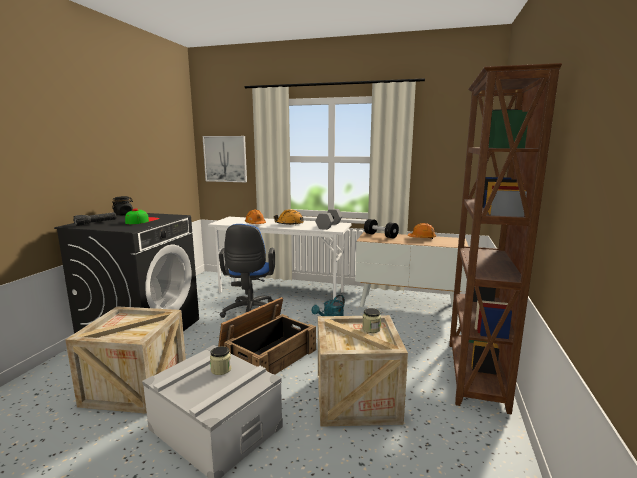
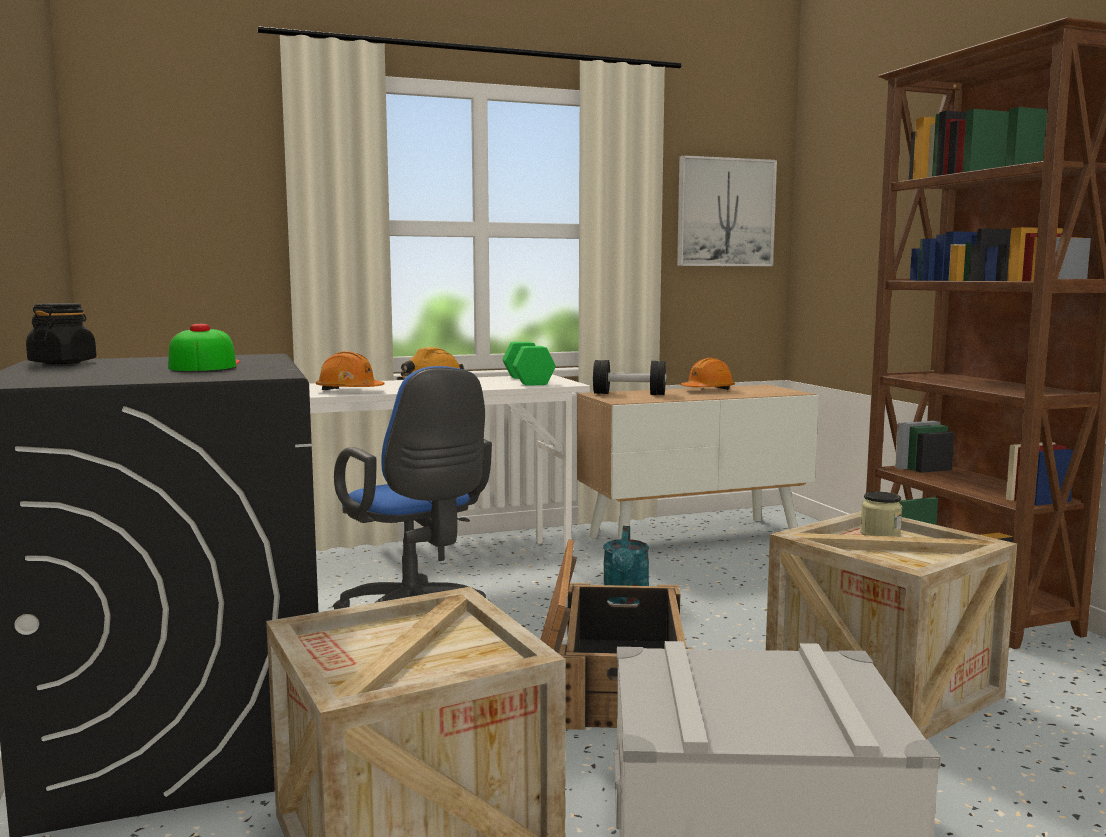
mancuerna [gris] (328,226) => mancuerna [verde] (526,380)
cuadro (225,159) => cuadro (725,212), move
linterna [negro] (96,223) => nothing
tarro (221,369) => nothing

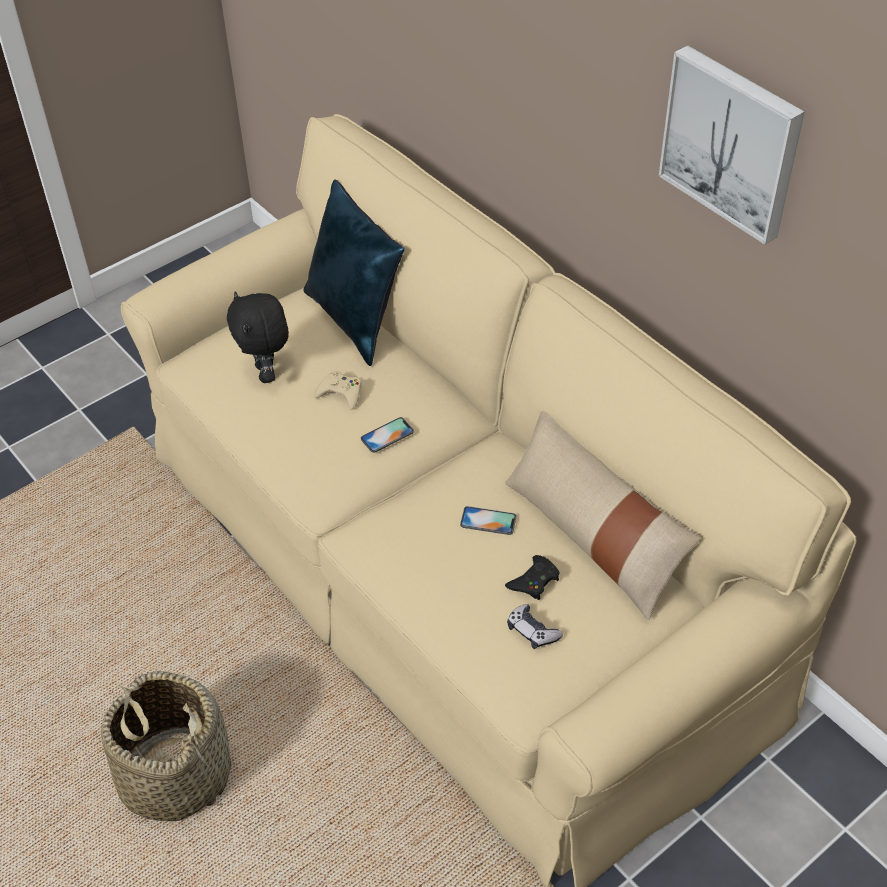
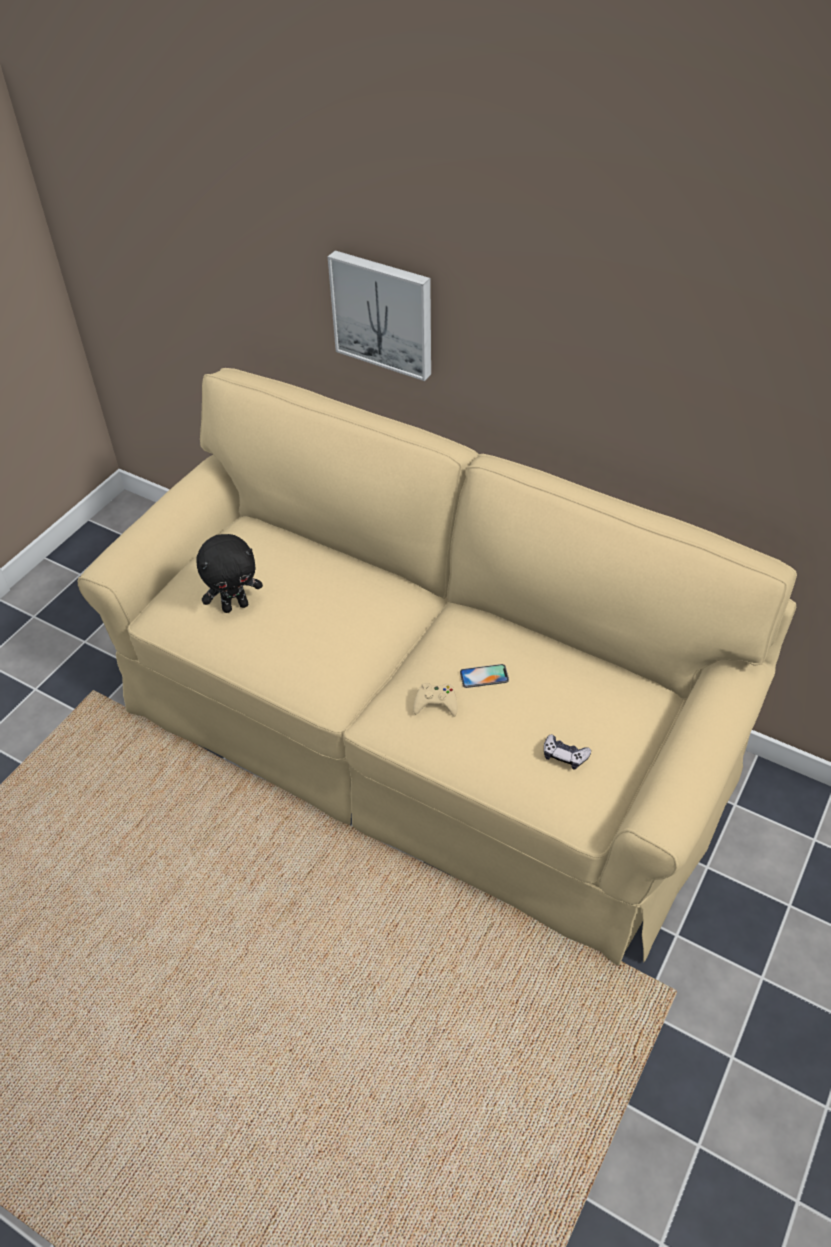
peluche [negro] (266,373) => peluche [negro] (235,606), 75 degrees counterclockwise
cuadro (733,142) => cuadro (384,313), move
mando de consola [beis] (341,393) => mando de consola [beis] (436,703), move
cesta (175,775) => nothing
cojín [azul] (356,319) => nothing
móvil (387,435) => nothing
cojín [beis] (593,537) => nothing
mando de consola [negro] (534,581) => nothing

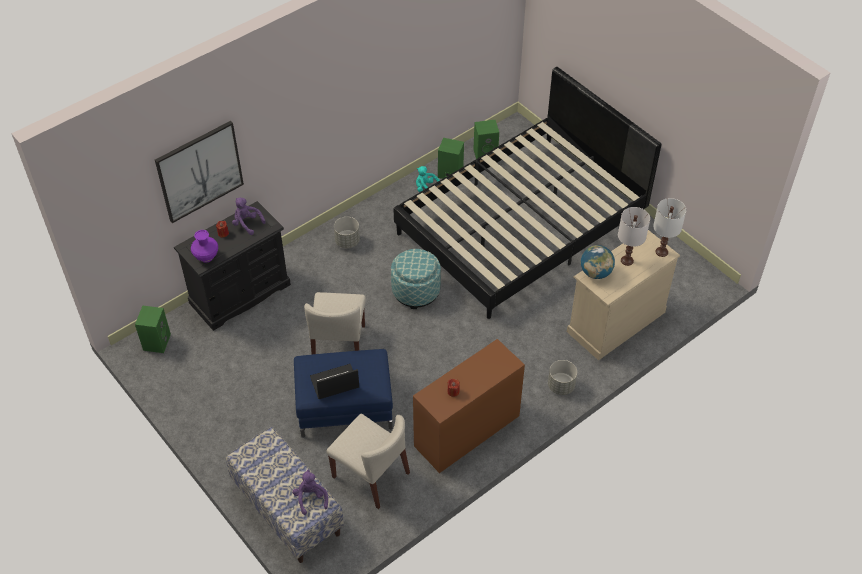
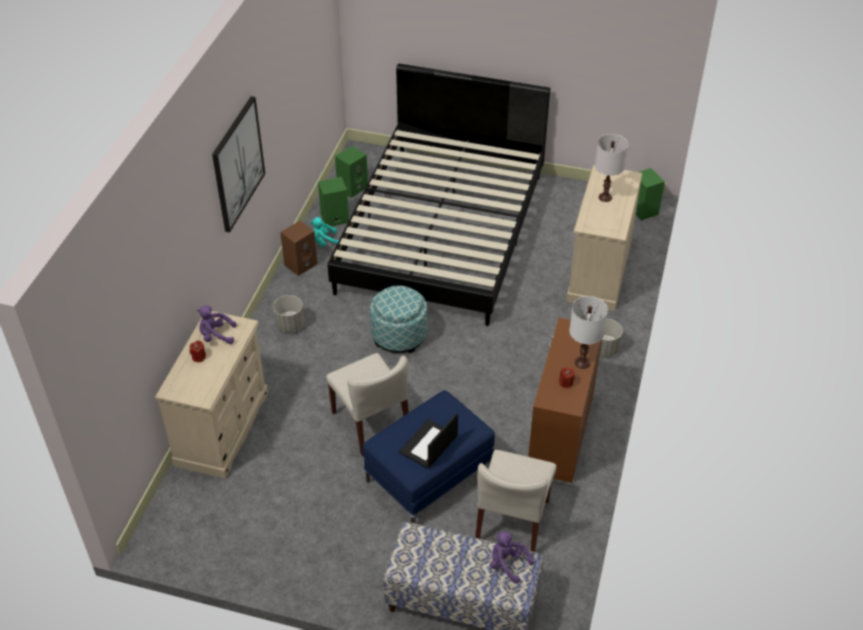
cómoda [negro] (240,294) => cómoda [beis] (222,428)
cuadro (199,171) => cuadro (238,164), move
nothing => altavoz [marrón] (301,264)
silla [beis] (371,475) => silla [beis] (512,522), 105 degrees clockwise
lámpara de mesa [blanco] (661,252) => lámpara de mesa [blanco] (582,363), move
altavoz [verde] (156,341) => altavoz [verde] (642,210), move
florero [morado] (206,257) => nothing
globo terráqueo (595,273) => nothing

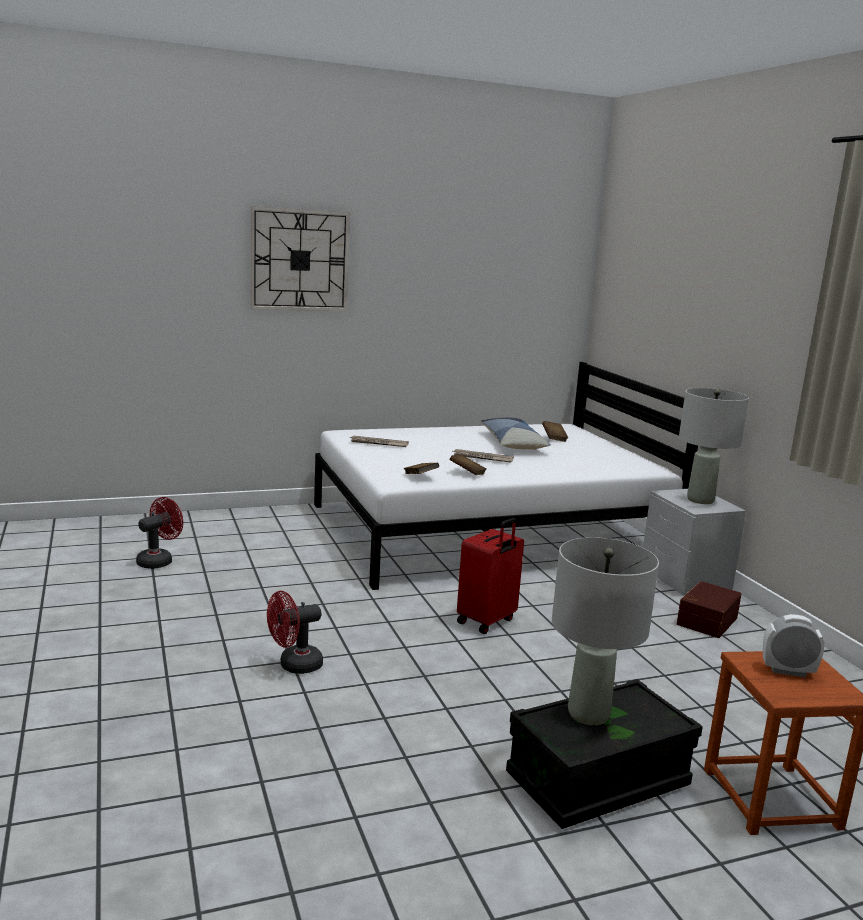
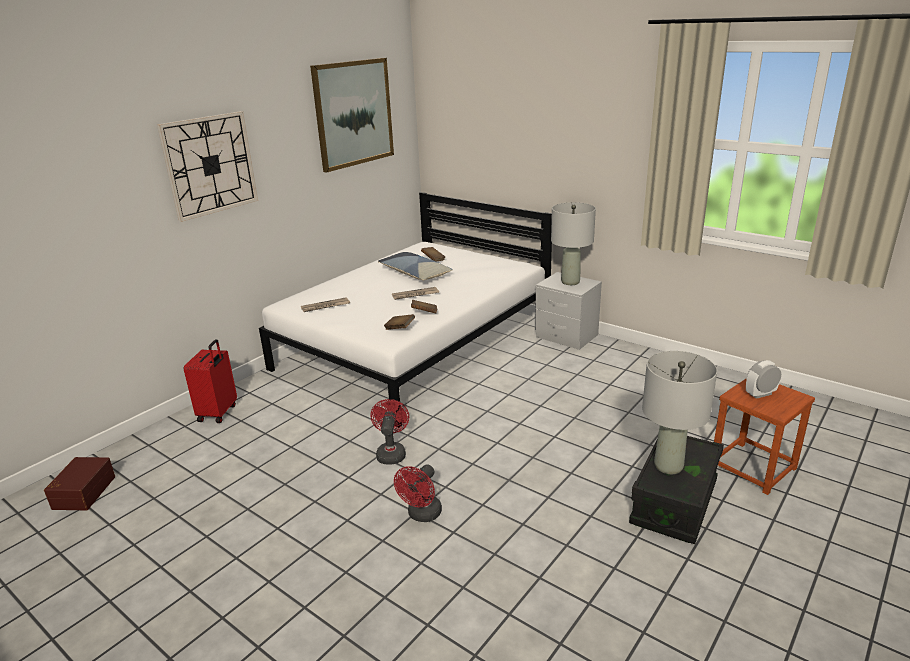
caja de almacenaje [marrón] (705,620) => caja de almacenaje [marrón] (82,492), move
maleta [rojo] (487,621) => maleta [rojo] (219,413), move
nothing => cuadro (353,113)
ventilador [rojo] (159,560) => ventilador [rojo] (391,453), move

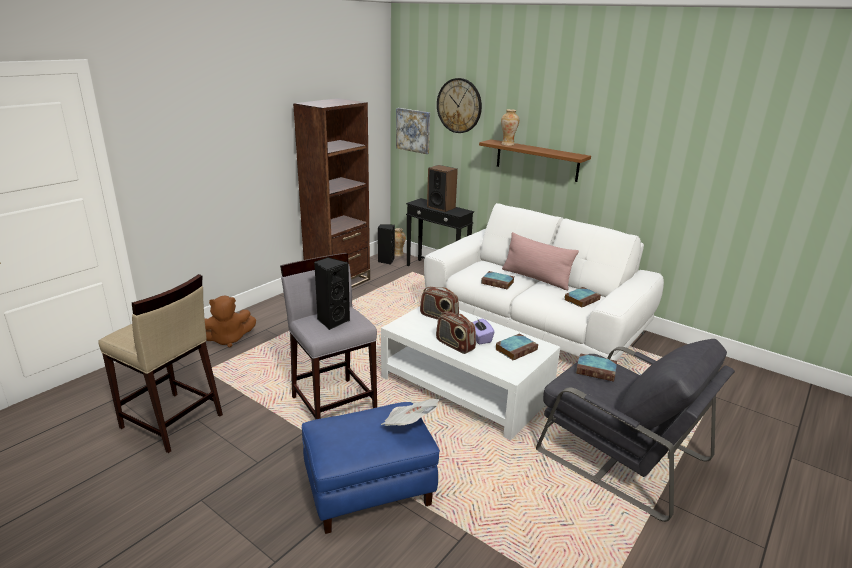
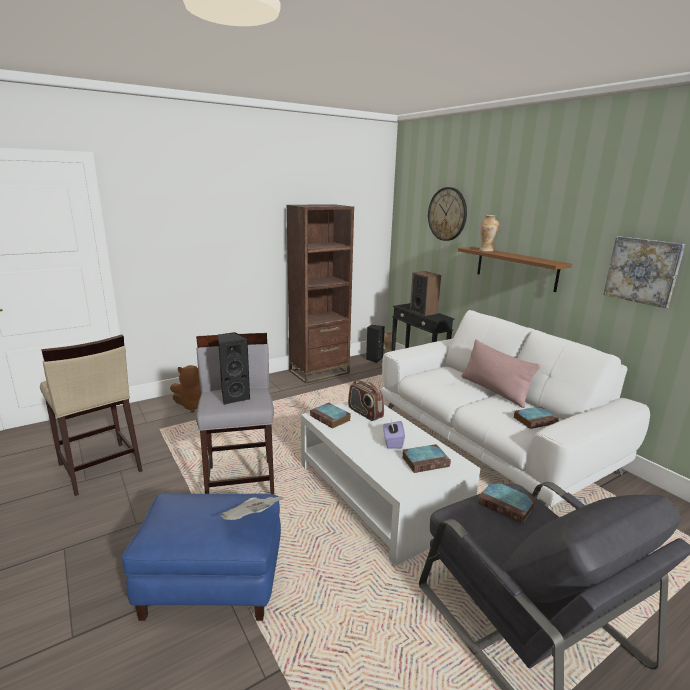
libro (498,282) => libro (331,418), move
cuadro (413,130) => cuadro (642,271), move
radio (455,345) => nothing

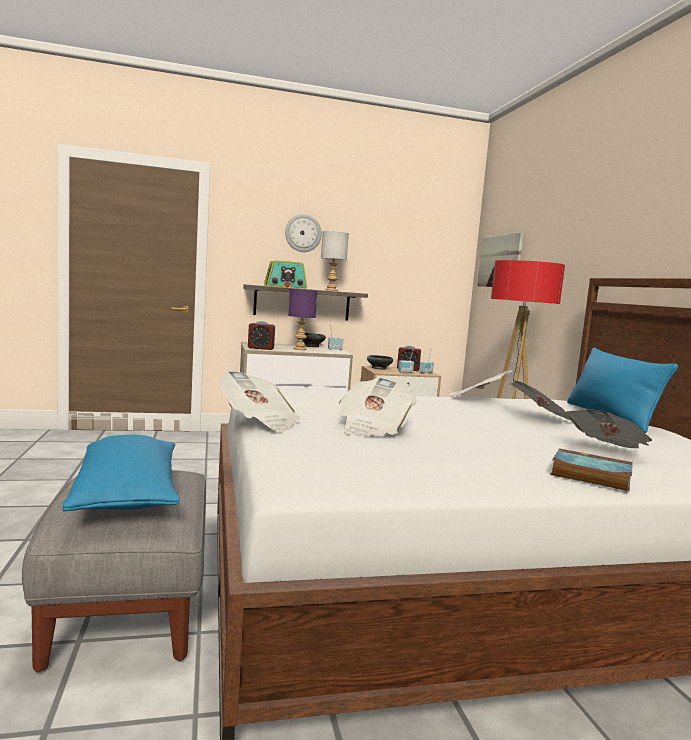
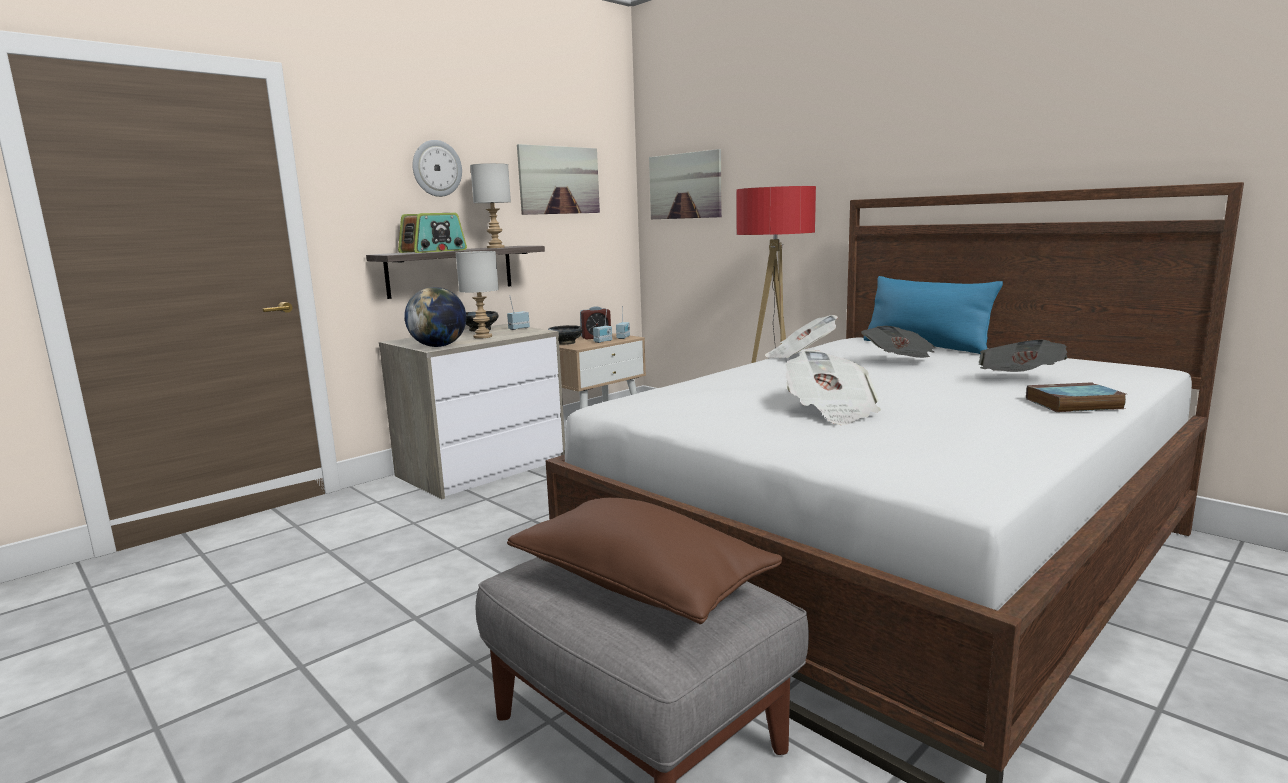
despertador (261,348) => globo terráqueo (438,346)
lámpara de mesa [morado] (299,349) => lámpara de mesa [gris] (482,336)
cojín [azul] (127,496) => cojín [marrón] (640,585)
nothing => cuadro (559,180)
periódico (259,422) => nothing

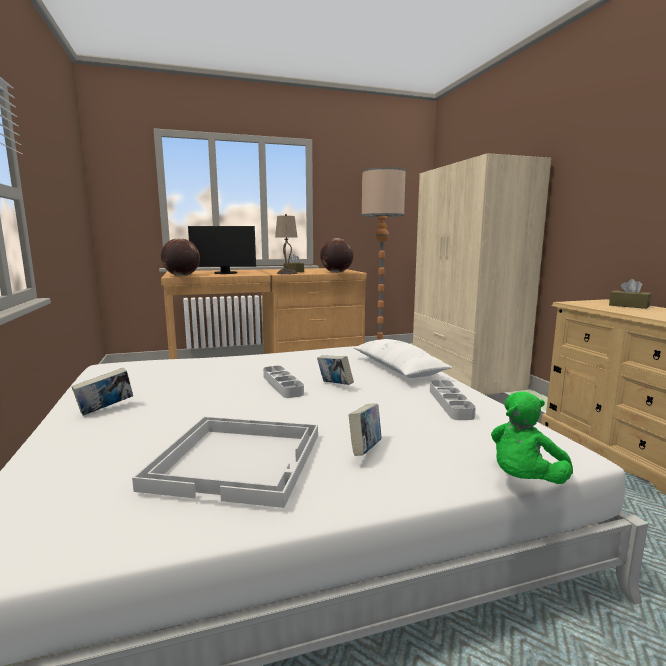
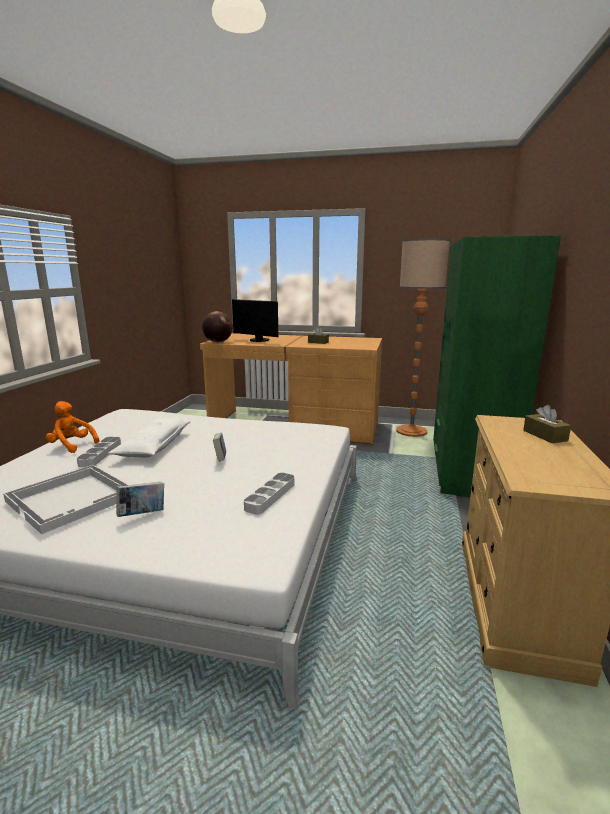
libro (105,410) => peluche [naranja] (72,446)
bandeja [gris] (282,385) => bandeja [gris] (100,454), move
cojín [blanco] (397,369) => cojín [blanco] (154,446), move
armario ropero [beis] (464,375) => armario ropero [verde] (469,470)
lámpara de mesa [beis] (286,273) => nothing
globo terráqueo (336,272) => nothing
peluche [verde] (524,480) => nothing

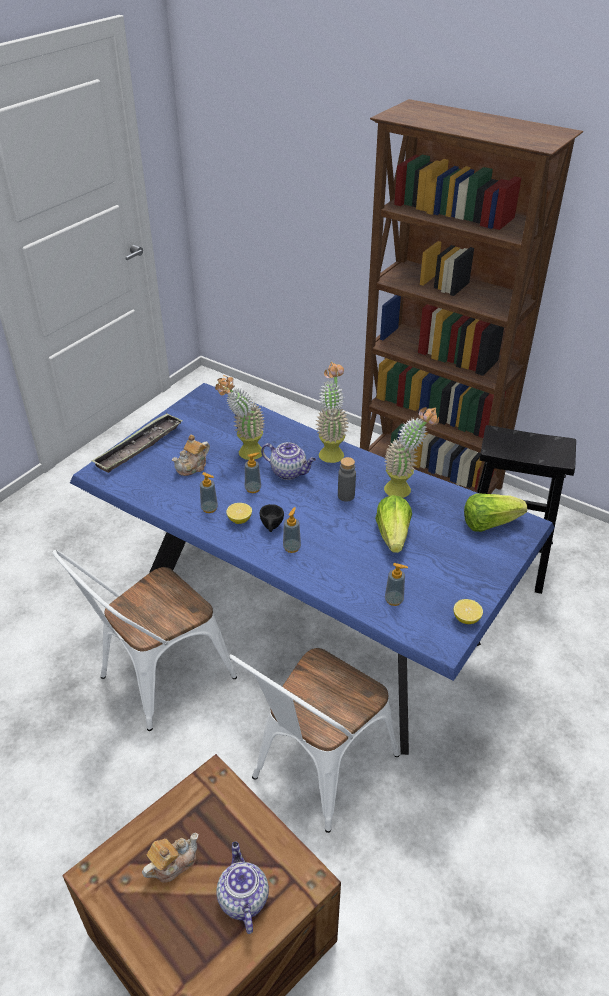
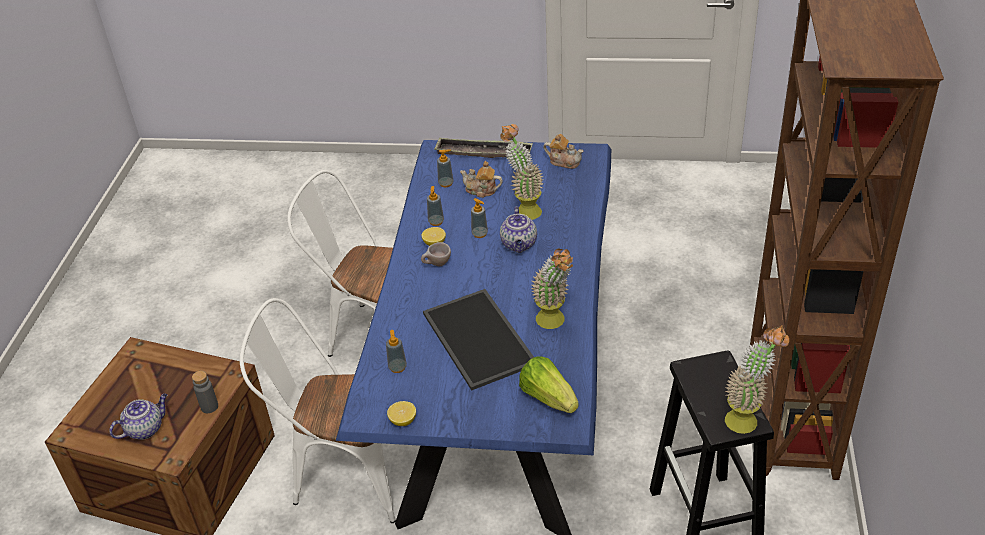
botella [gris] (346,496) => botella [gris] (209,407), move
taza [negro] (272,528) => taza [beis] (437,265)
lechuga (393,535) => bandeja (481,338)
dispensador de jabón (292,547) => dispensador de jabón (446,183), move
tetera (172,863) => tetera (564,161), move
planta en maceta (331,451) => planta en maceta (748,418), move

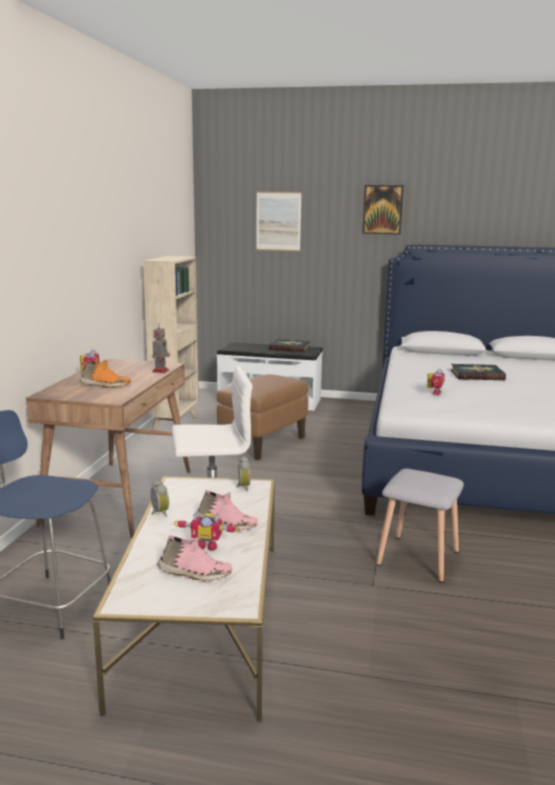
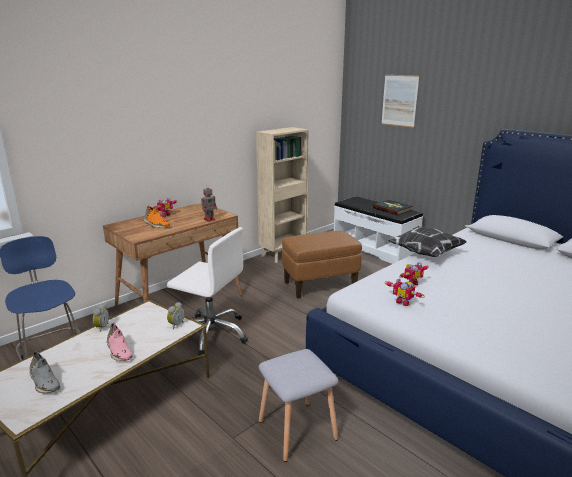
zapato [rosa] (194,574) => zapato [gris] (44,382)
robot de juguete (207,545) => robot de juguete (403,302), move
nothing => cojín (425,253)
cuadro (382,209) => nothing
libro (477,375) => nothing

